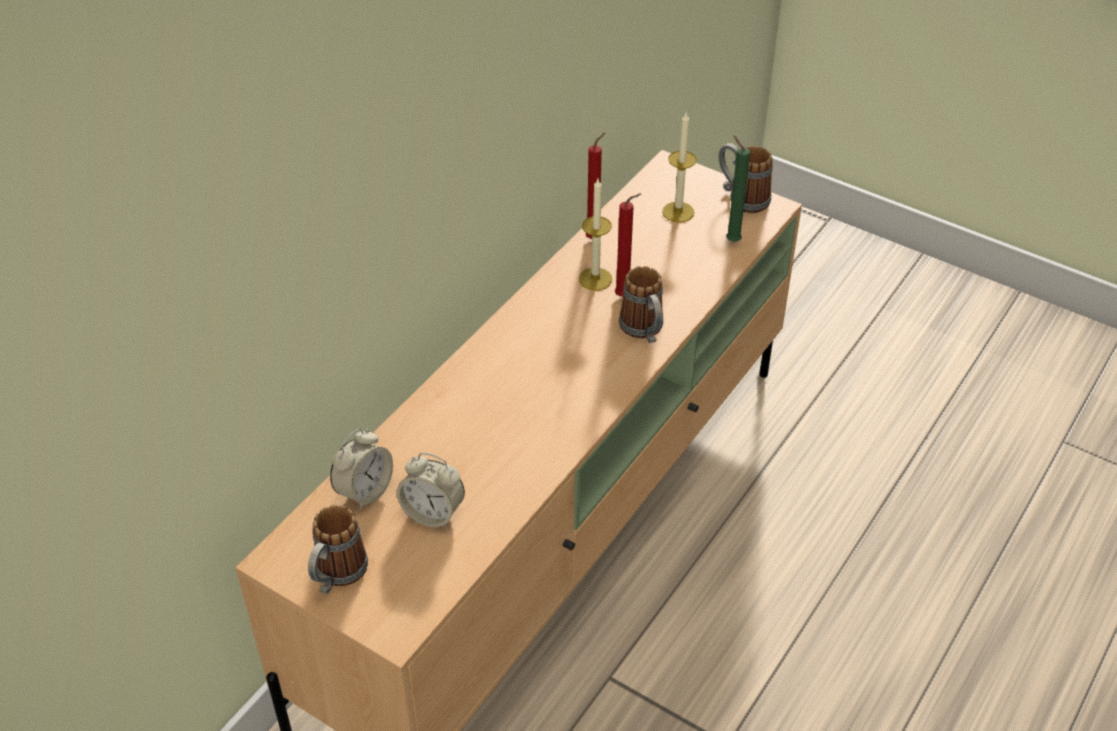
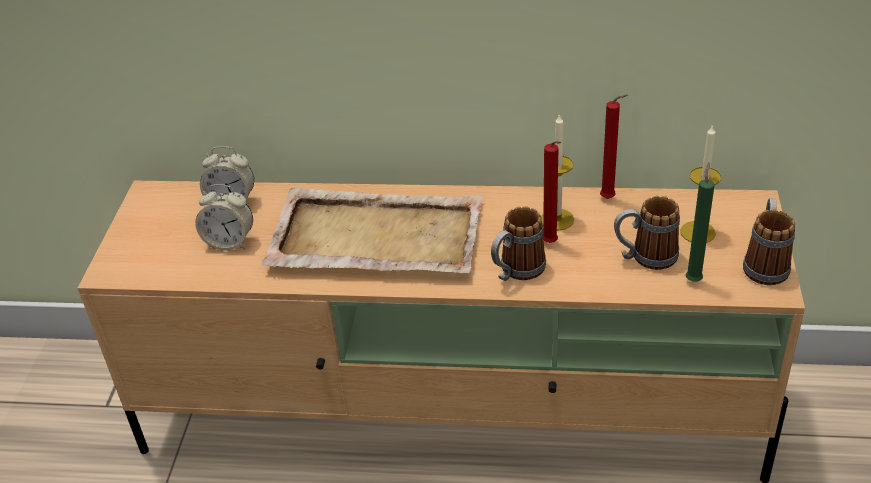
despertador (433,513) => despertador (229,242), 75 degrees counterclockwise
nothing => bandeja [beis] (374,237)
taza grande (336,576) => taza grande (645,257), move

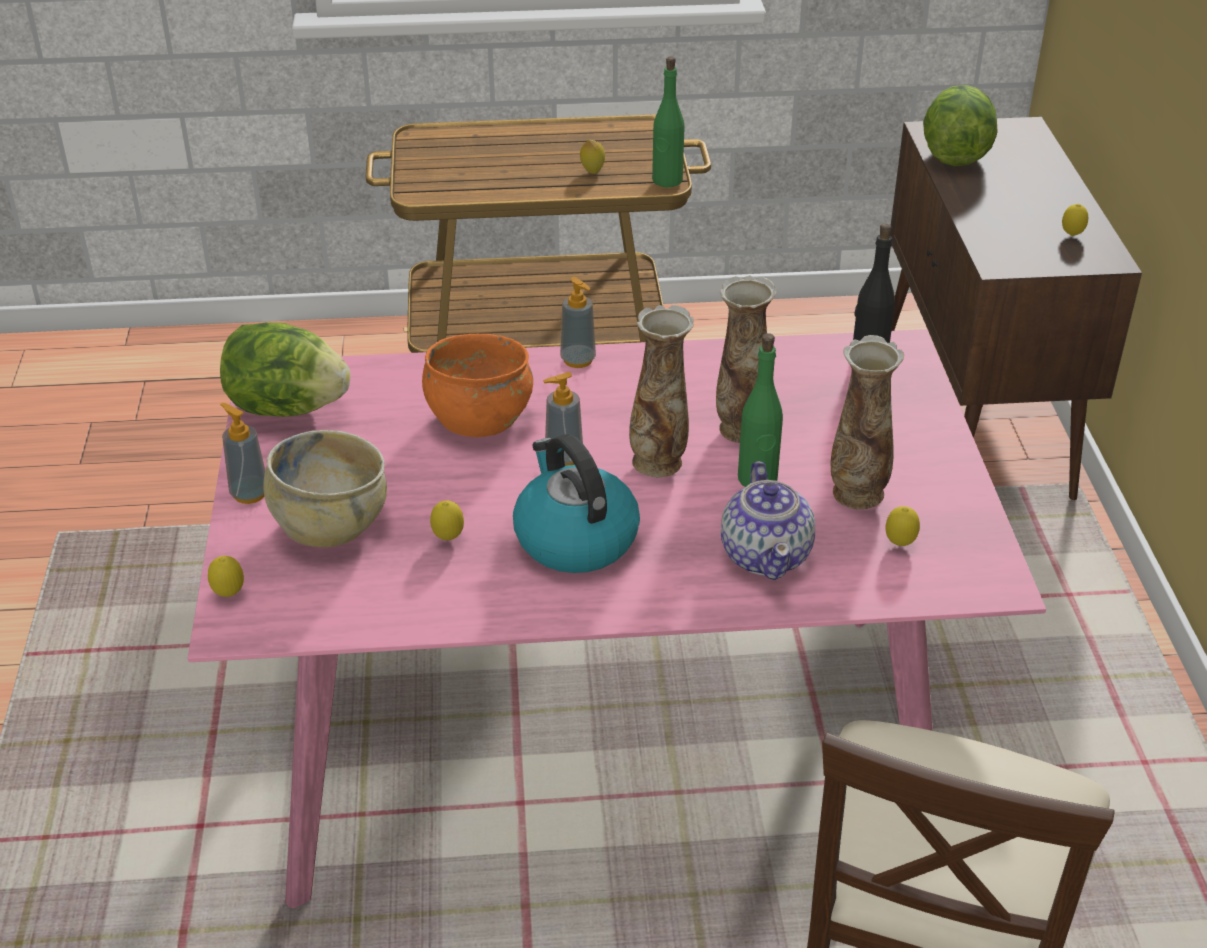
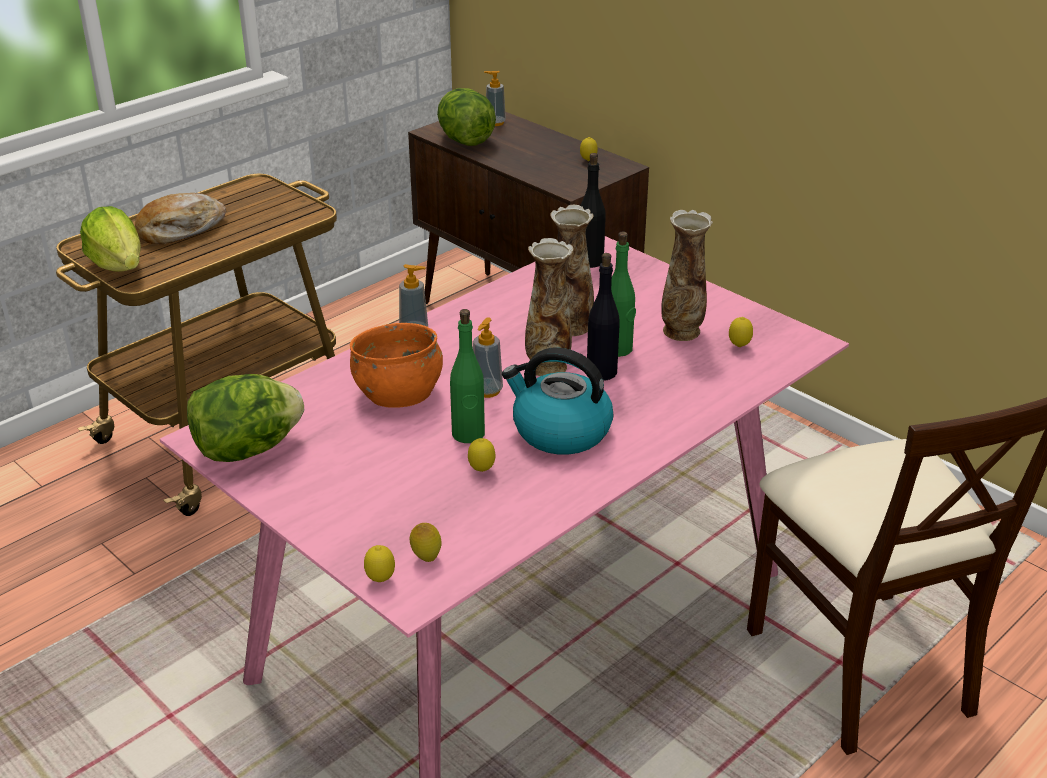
nothing => lechuga (119,265)
nothing => pan (180,230)
limón (592,172) => limón (426,558), move
botella [verde] (667,180) => botella [verde] (468,434), move
dispensador de jabón (249,493) => dispensador de jabón (495,123), move
nothing => botella [negro] (601,372)
cuenco [beis] (330,525) => nothing
tetera (766,554) => nothing

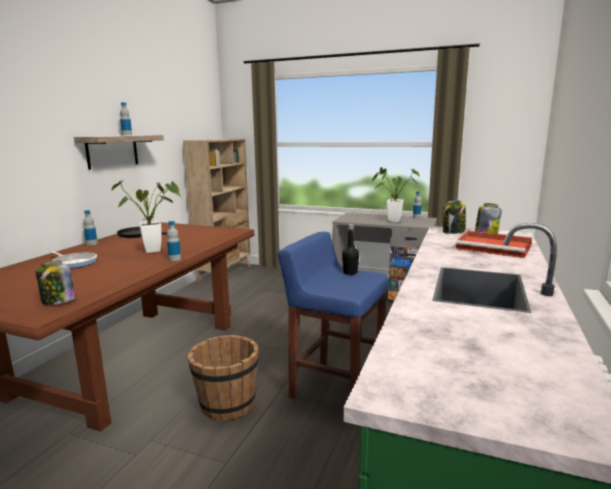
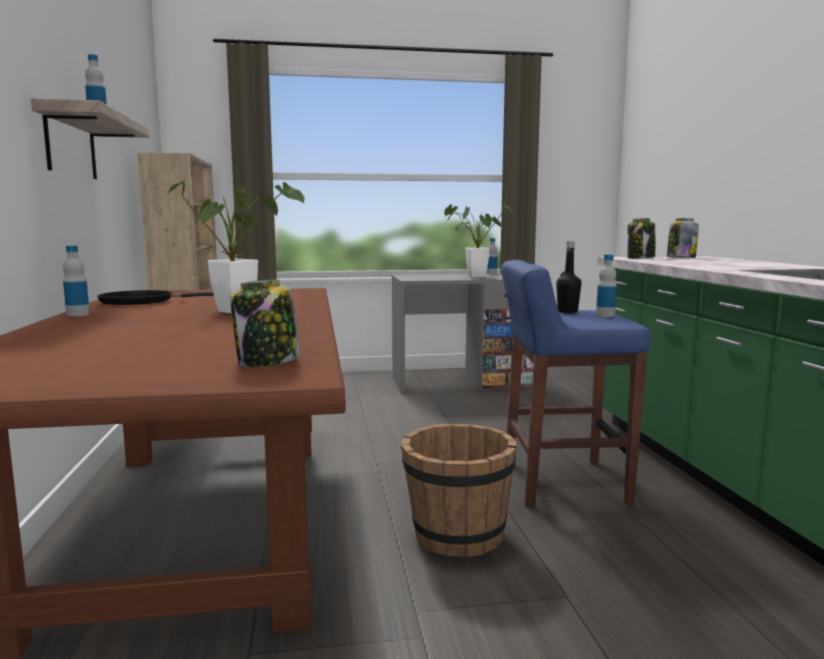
botella (175,259) => botella (605,315), move
sartén (74,263) => nothing
bandeja [rojo] (495,247) => nothing

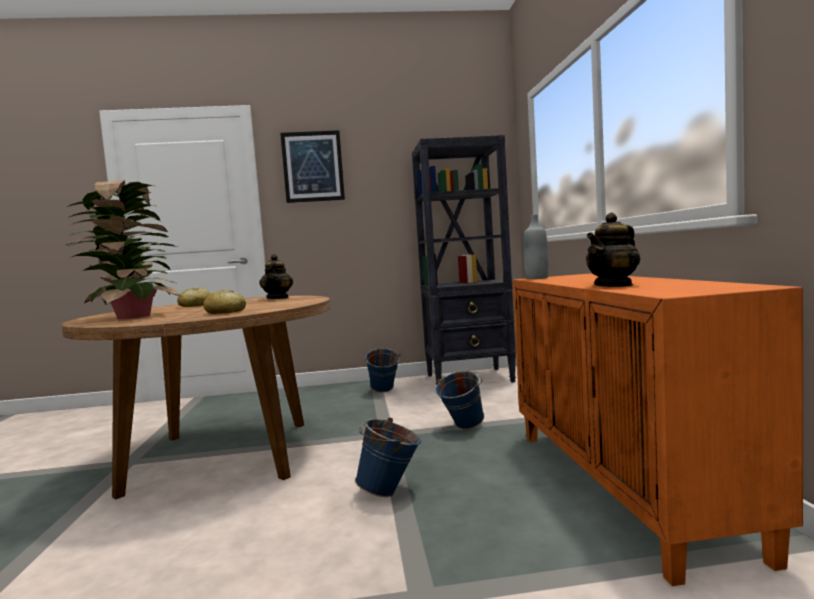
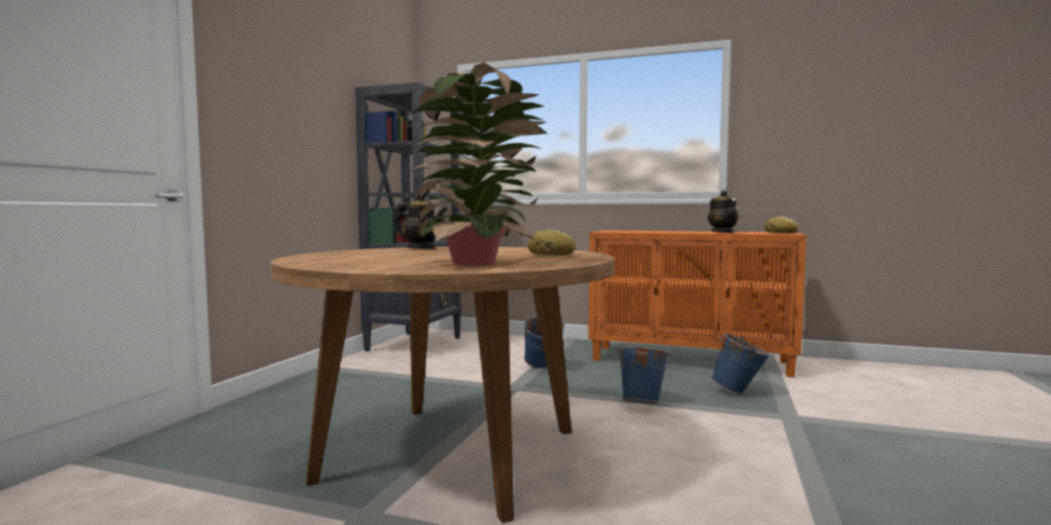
cubo [azul] (384,391) => cubo [azul] (740,392), move
pan (195,305) => pan (781,233), move
cuadro (313,167) => nothing
botella [gris] (537,278) => nothing

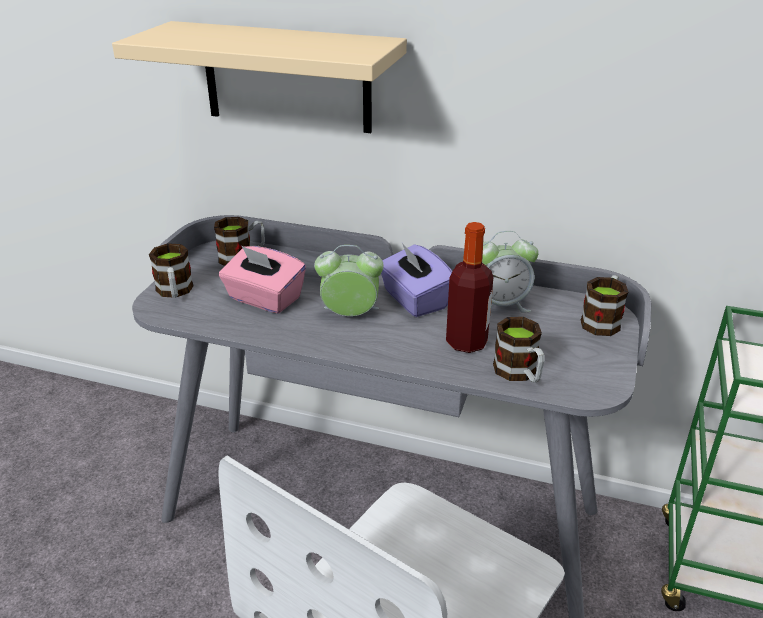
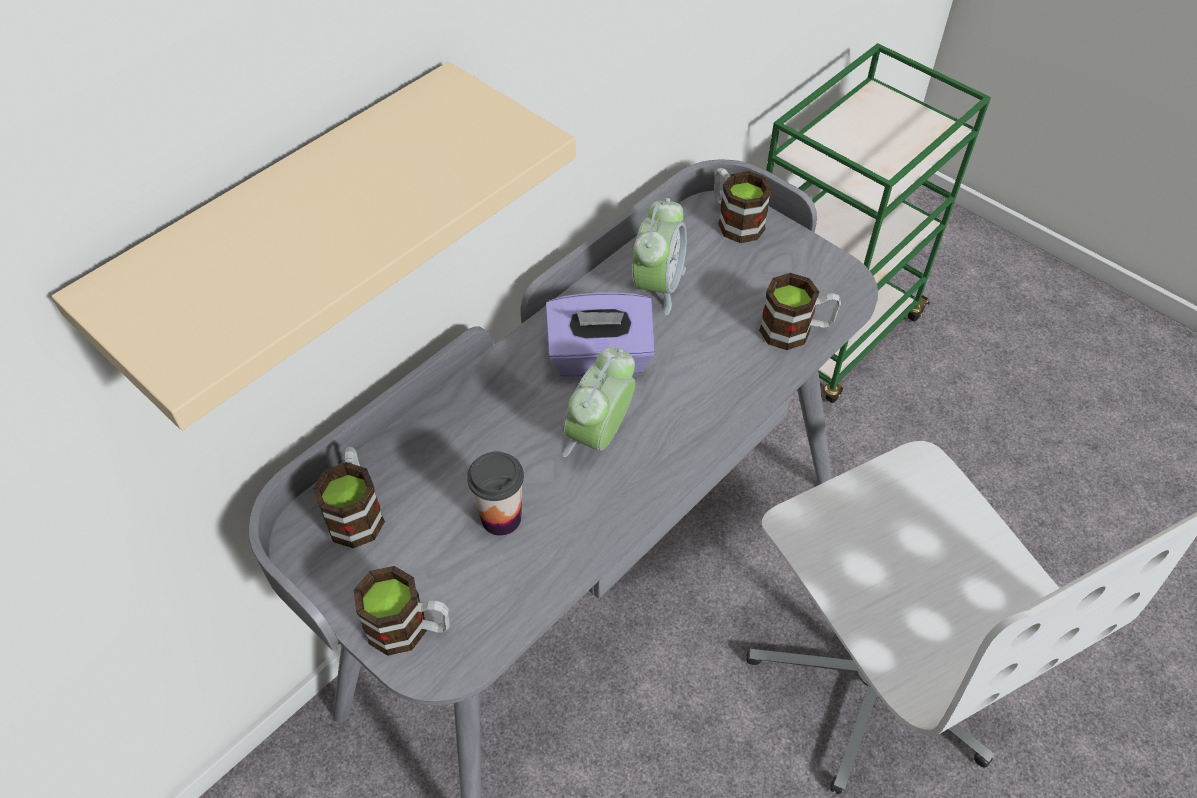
caja de pañuelos [rosa] (264,299) => taza (501,518)
botella (466,342) => nothing

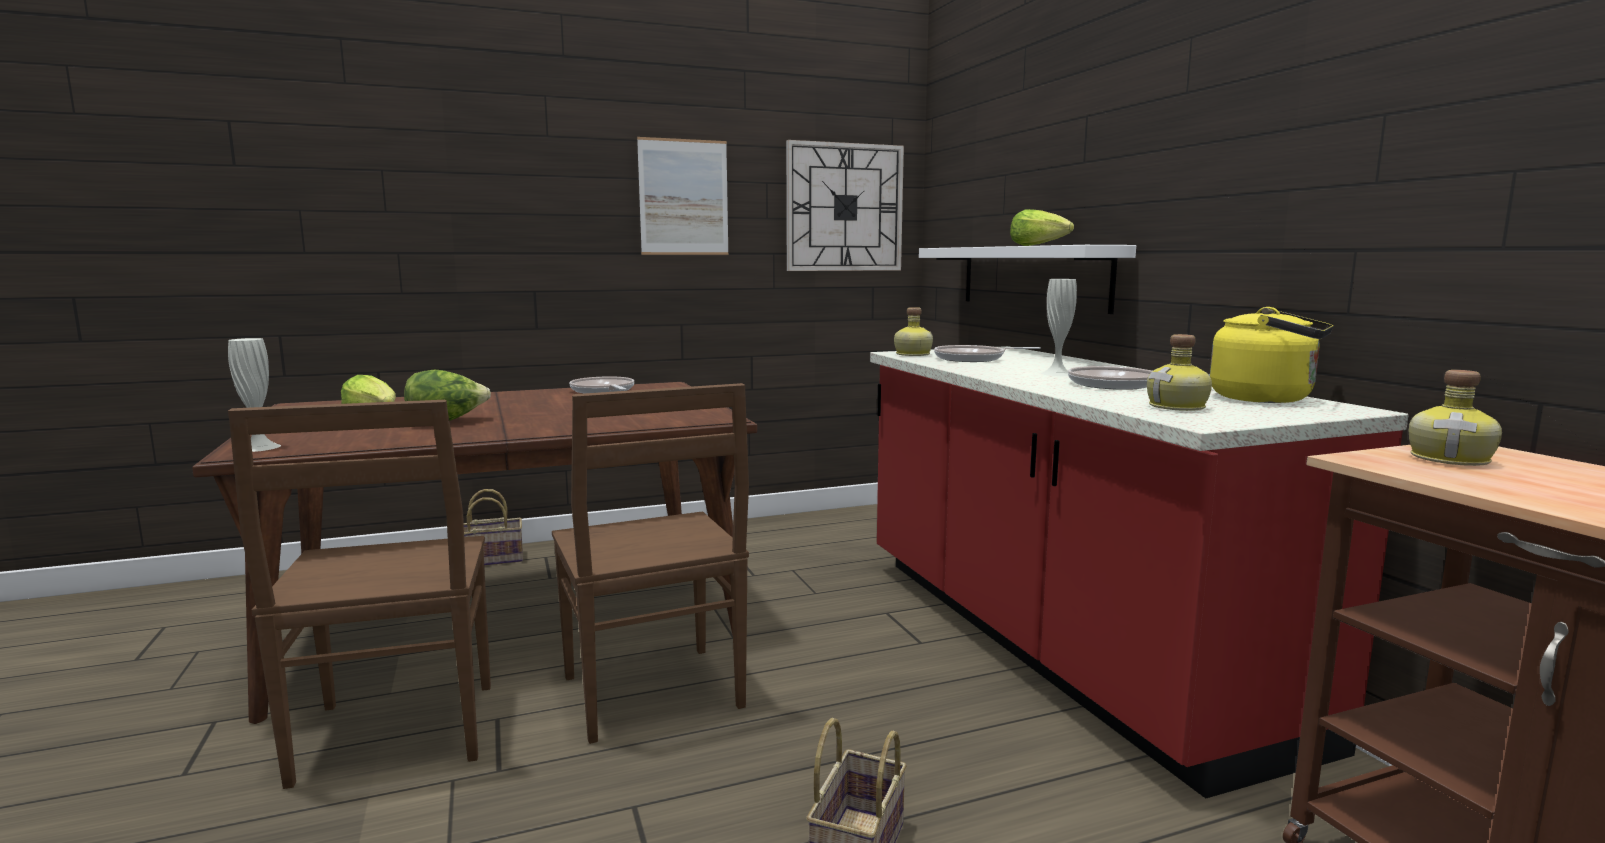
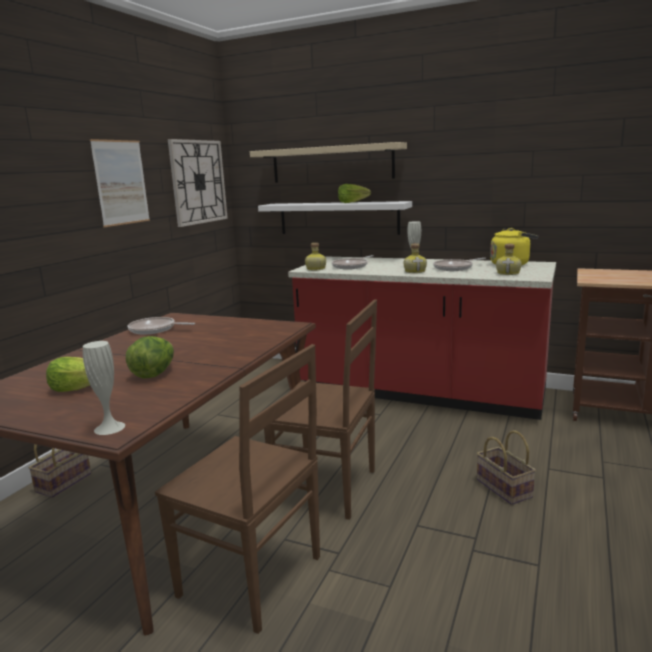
nothing => estante [beis] (331,164)
botella (1452,459) => botella (415,271), move

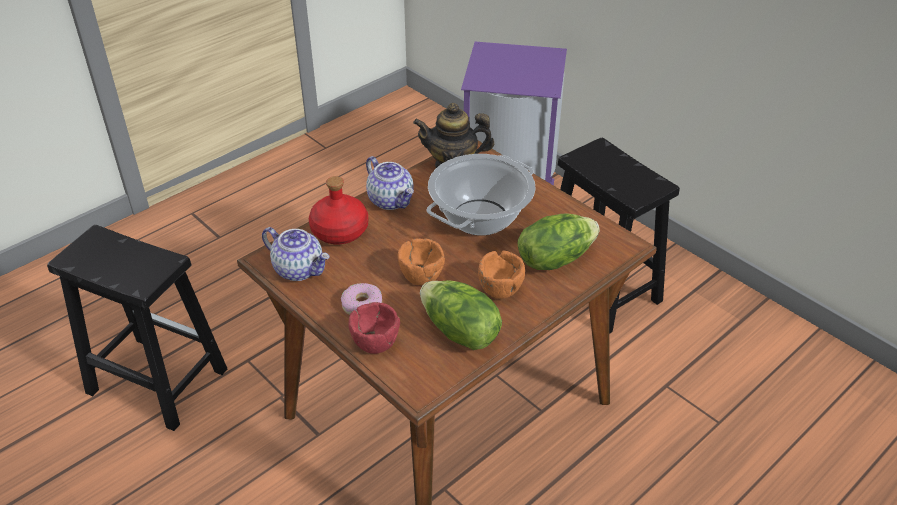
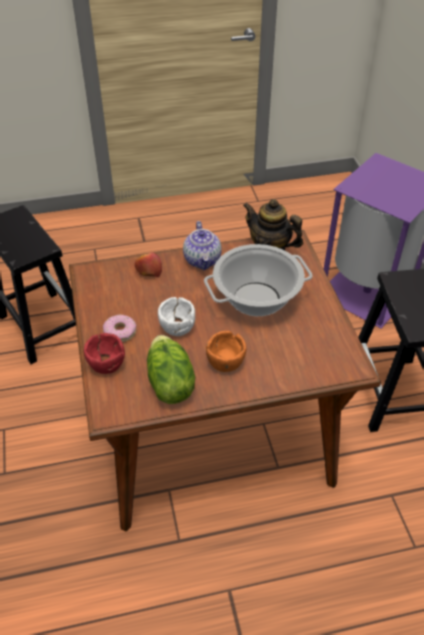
botella [rojo] (339,231) => manzana (148,270)
cuenco [naranja] (420,276) => cuenco [blanco] (177,327)
tetera (299,269) => nothing
lechuga (554,258) => nothing

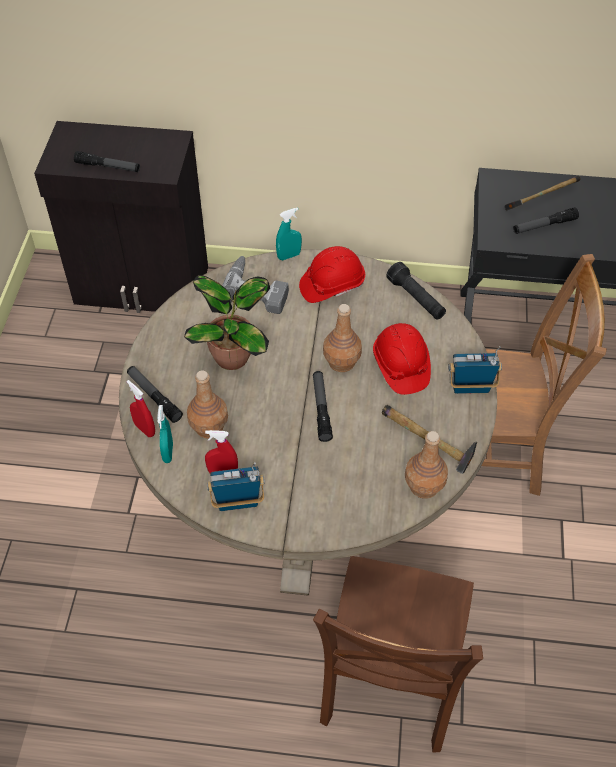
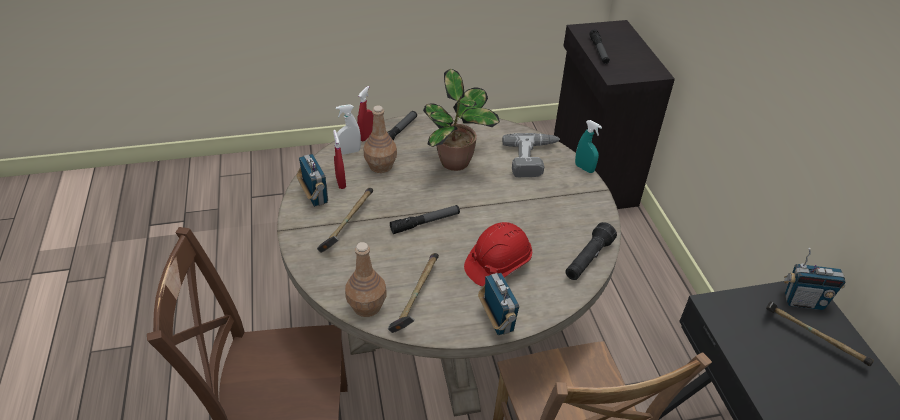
nothing => martillo (347,227)
pulverizador [turquesa] (168,452) => pulverizador [blanco] (349,152)
nothing => radio (803,301)
casco [rojo] (332,285) => nothing
botella [marrón] (342,362) => nothing
linterna (544,225) => nothing

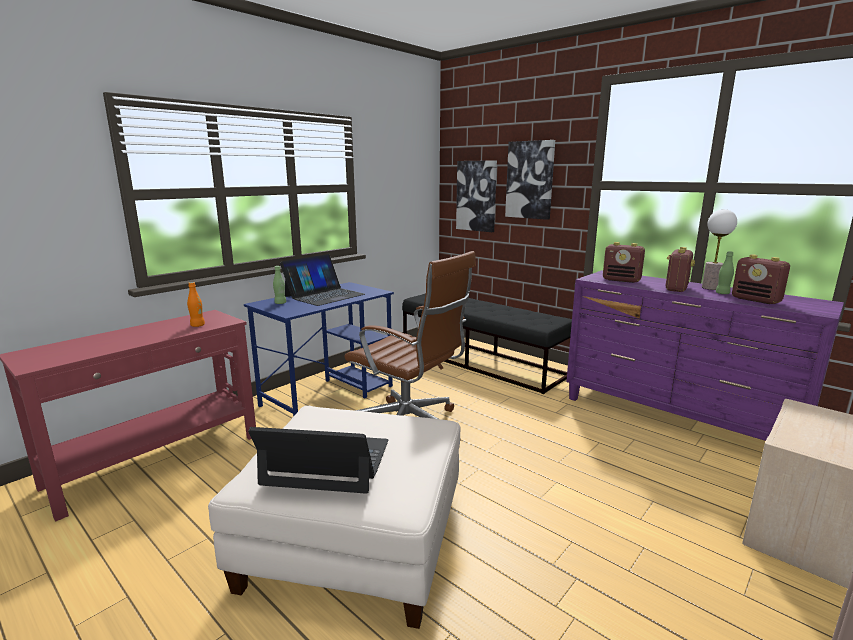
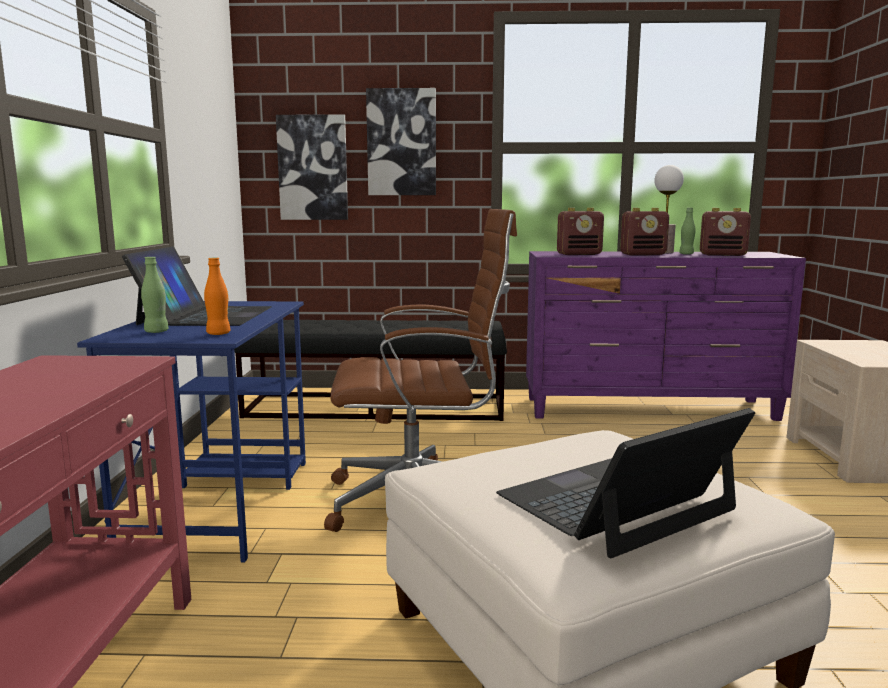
botella [naranja] (197,325) => botella [naranja] (218,334), move
radio (676,288) => radio (643,254), 90 degrees clockwise

